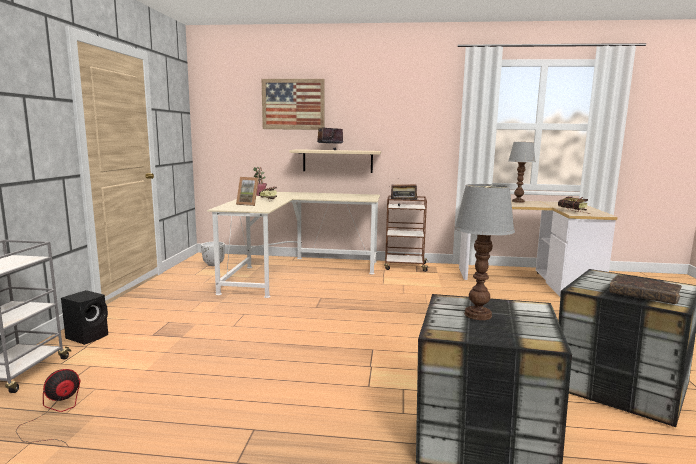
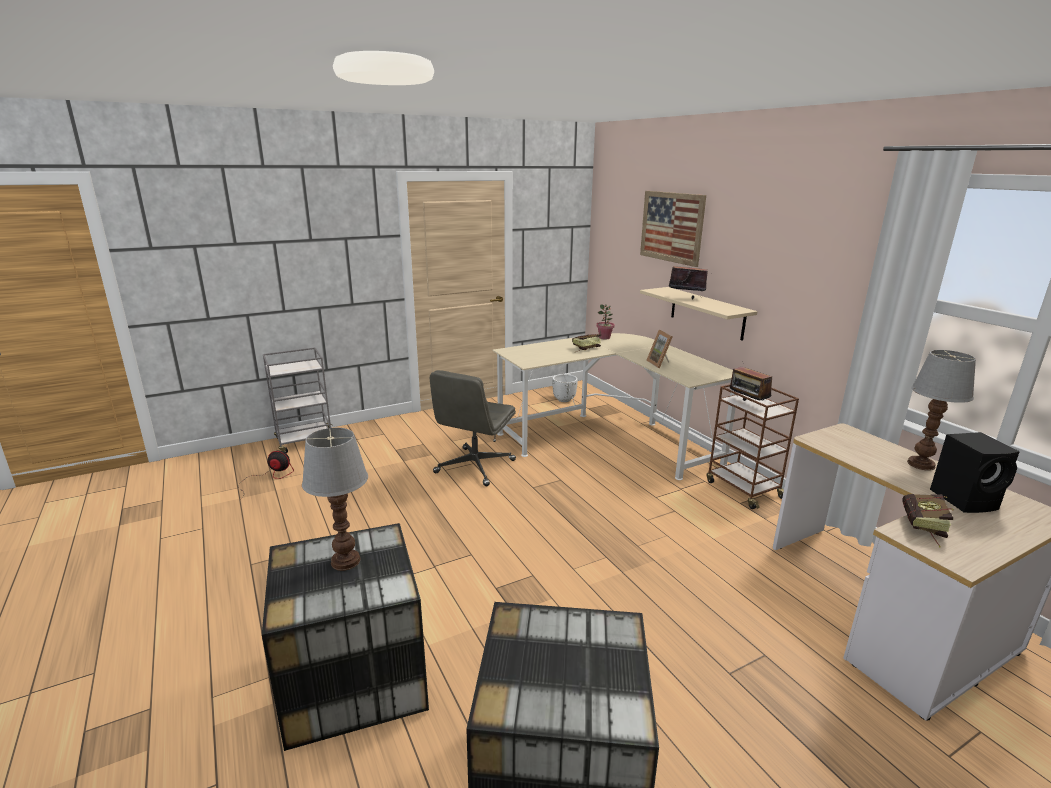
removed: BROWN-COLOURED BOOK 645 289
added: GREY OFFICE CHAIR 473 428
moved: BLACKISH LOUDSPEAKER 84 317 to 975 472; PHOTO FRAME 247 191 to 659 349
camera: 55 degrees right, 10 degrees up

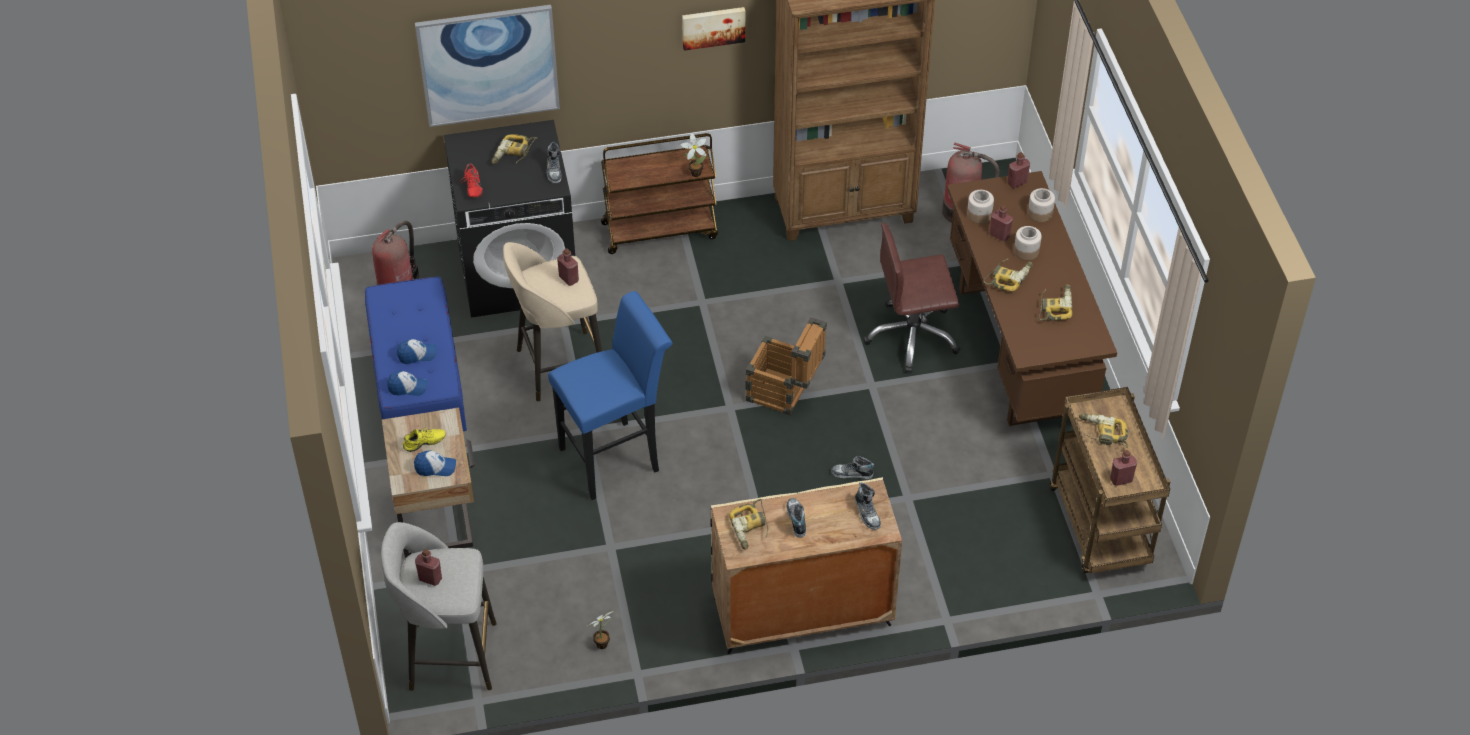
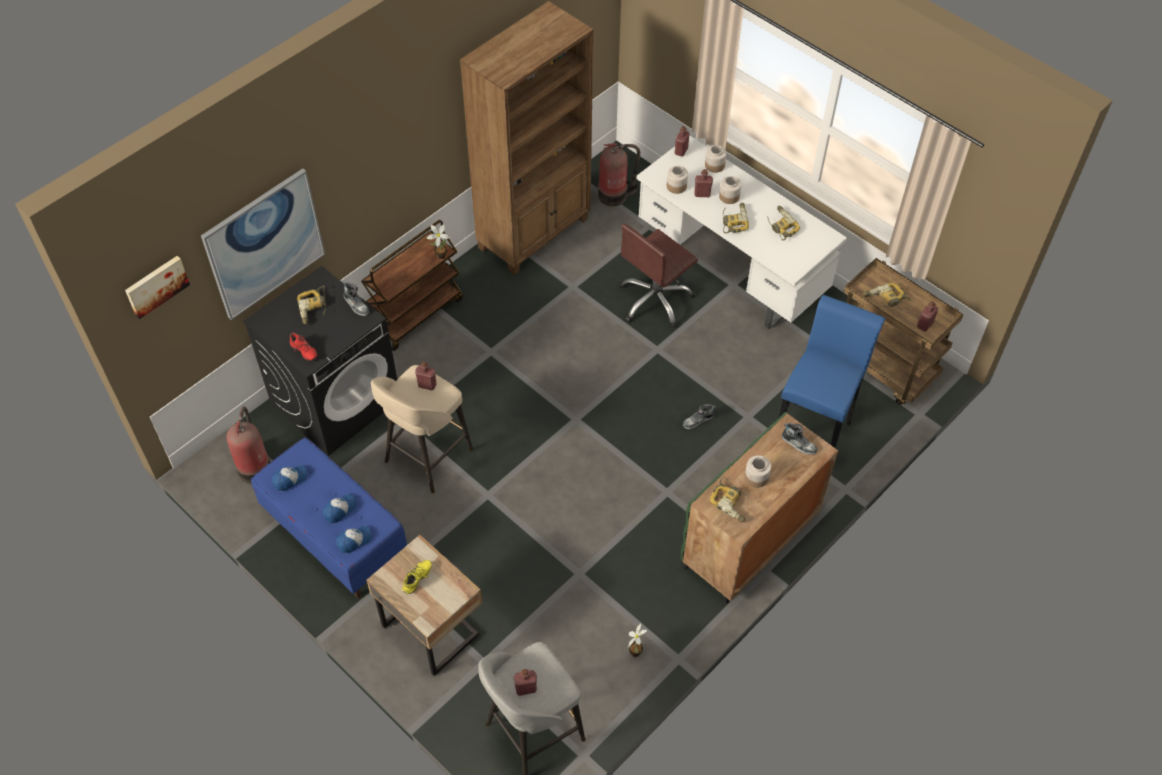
removed: CRATE 786 366
moved: BASEBALL CAP 435 463 to 289 478; BLUE STOOL SEAT 610 395 to 832 372; WALL ART 713 29 to 157 287
replaced: ITEM OF FOOTWEAR 796 518 to JAR 758 471
recoloured: BEIGE CABINET 806 565 to GREEN CABINET 759 508; BROWN-COLOURED DESK 1032 298 to WHITE-COLOURED DESK 742 232
camera: 35 degrees left, 5 degrees up

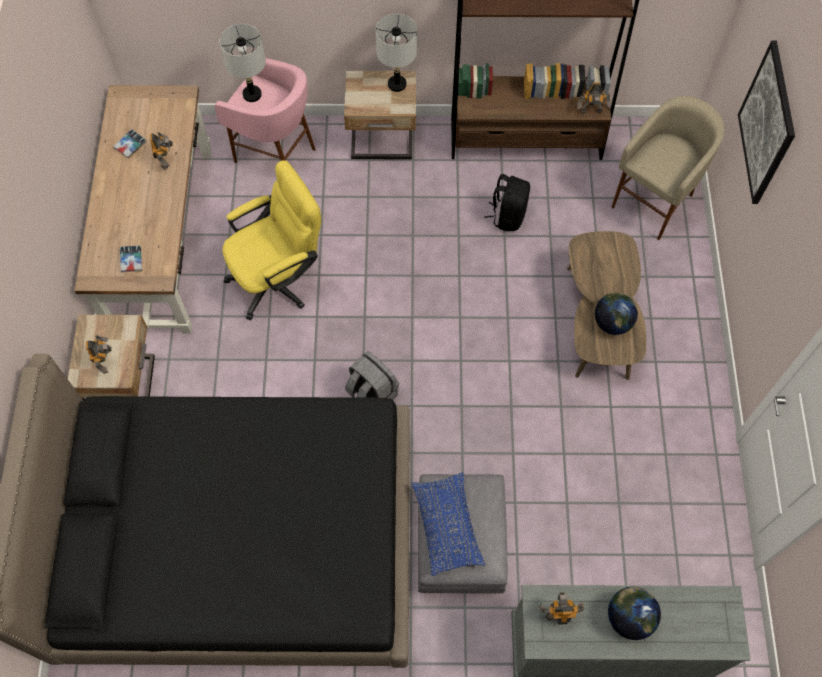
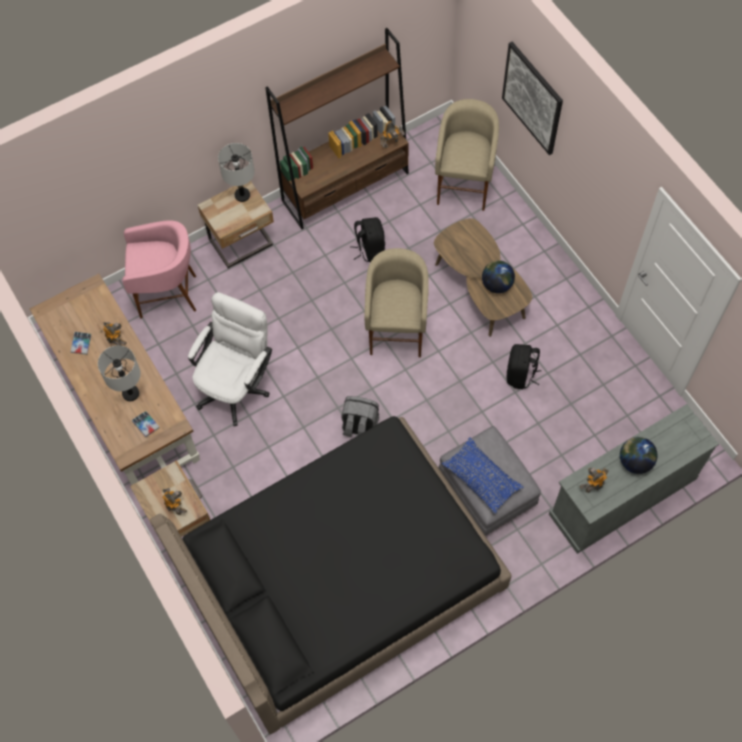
added: BEIGE STOOL SEAT 396 303; BLACKISH KNAPSACK 524 366
moved: GREY TABLE LAMP 242 63 to 119 373
recoloured: YELLOW-COLOURED OFFICE CHAIR 271 240 to WHITE-COLOURED OFFICE CHAIR 230 359
camera: 30 degrees left, 0 degrees up

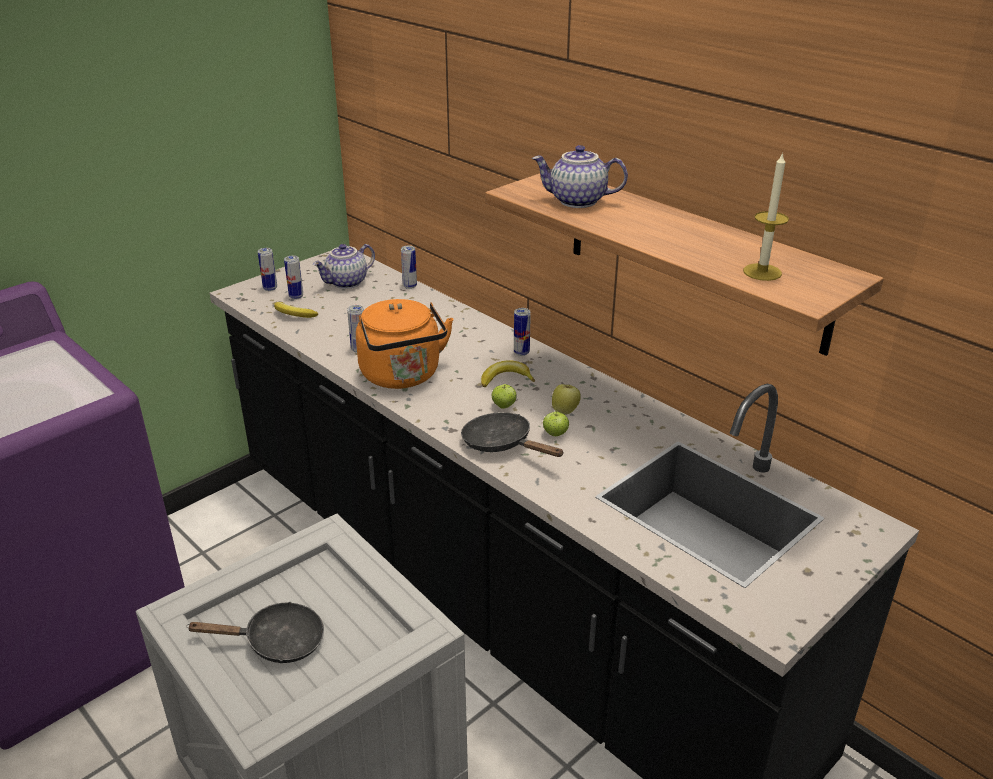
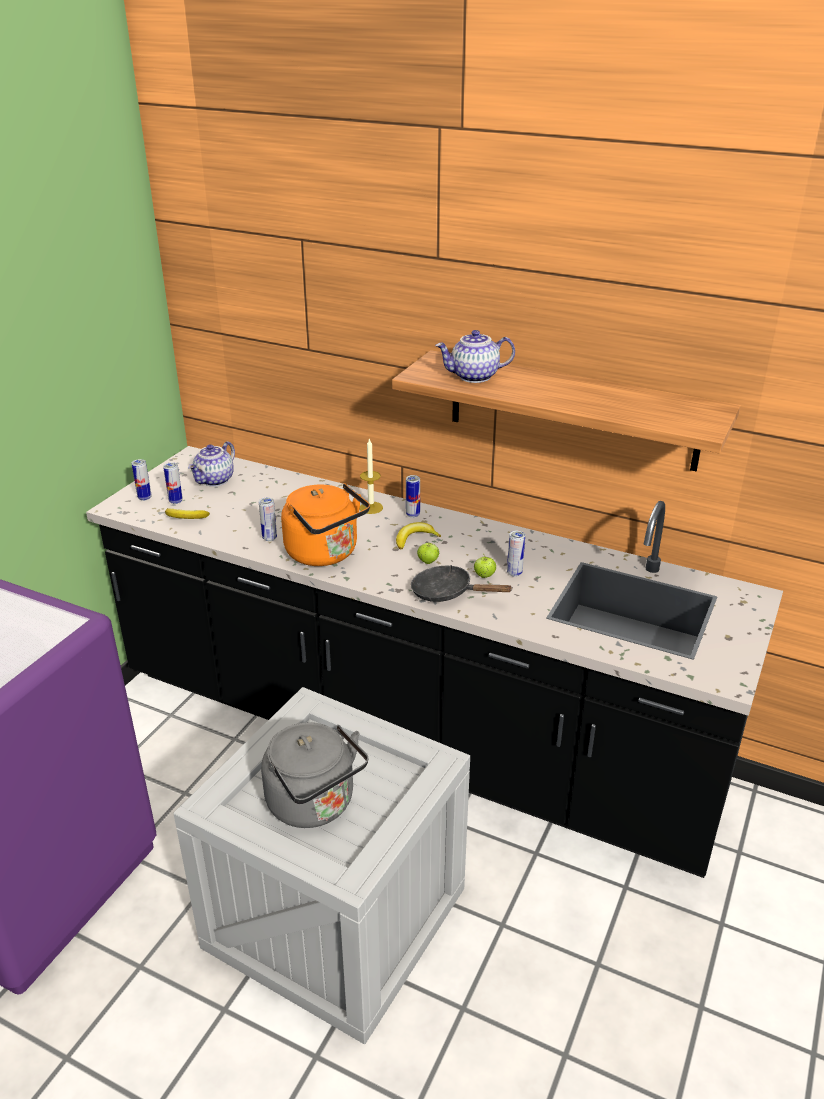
removed: APPLE FRUIT 566 399
moved: SEALED CAN 409 267 to 516 554; WAX CANDLE 766 216 to 371 476
replaced: BLACKISH PAN 255 632 to GREY TEA KETTLE 314 775
camera: 20 degrees left, 0 degrees up

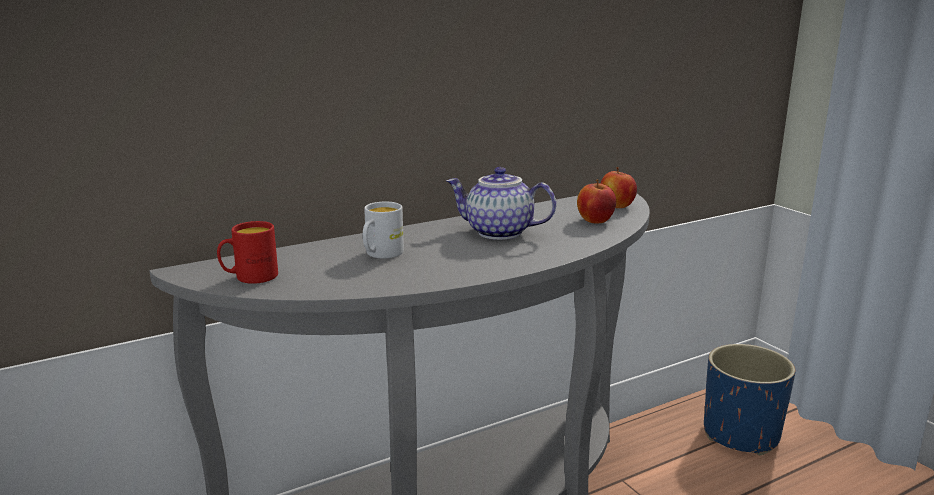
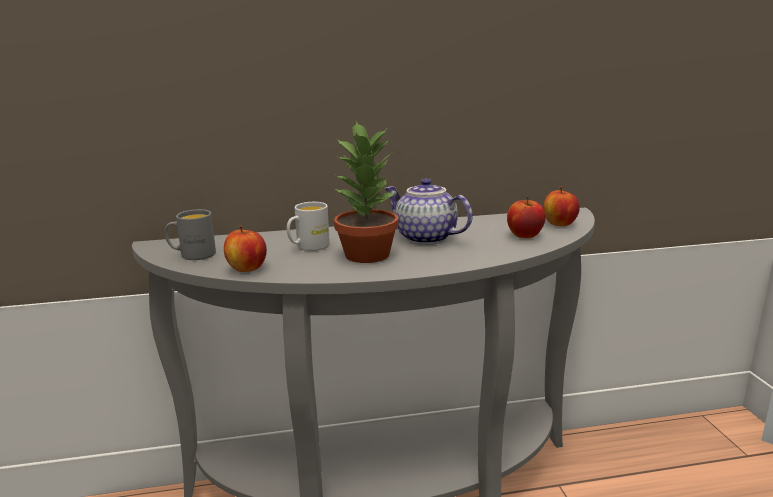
removed: BLUE FLOWER POT 750 399
added: APPLE FRUIT 245 248; PLANT IN A POT 366 192
recoloured: REDDISH COFFEE MUG 247 252 to GREY COFFEE MUG 190 234
camera: 20 degrees right, 0 degrees up

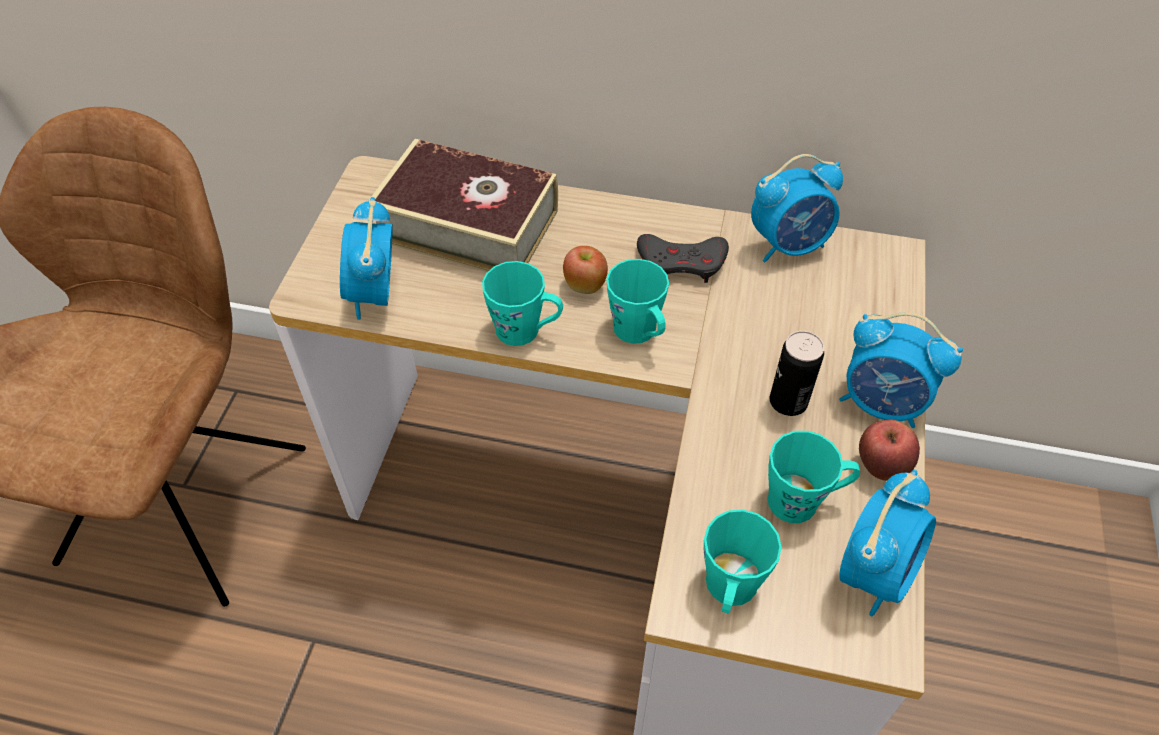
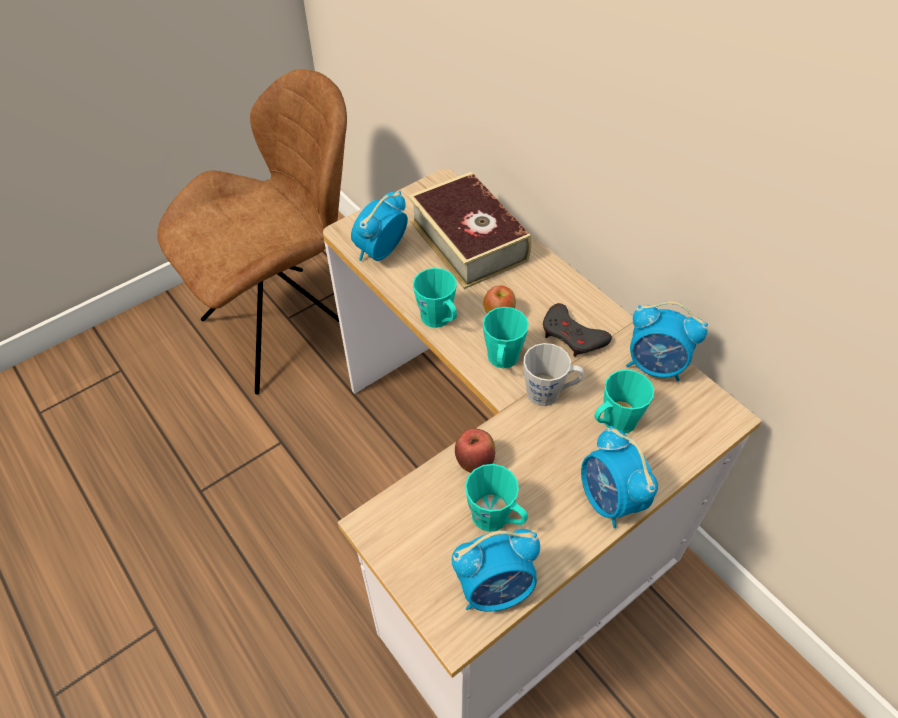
removed: SEALED CAN 797 373
added: GREY COFFEE MUG 553 374
moved: BLUE-GREEN COFFEE MUG 743 561 to 624 401; APPLE FRUIT 889 450 to 475 450
camera: 40 degrees right, 0 degrees up

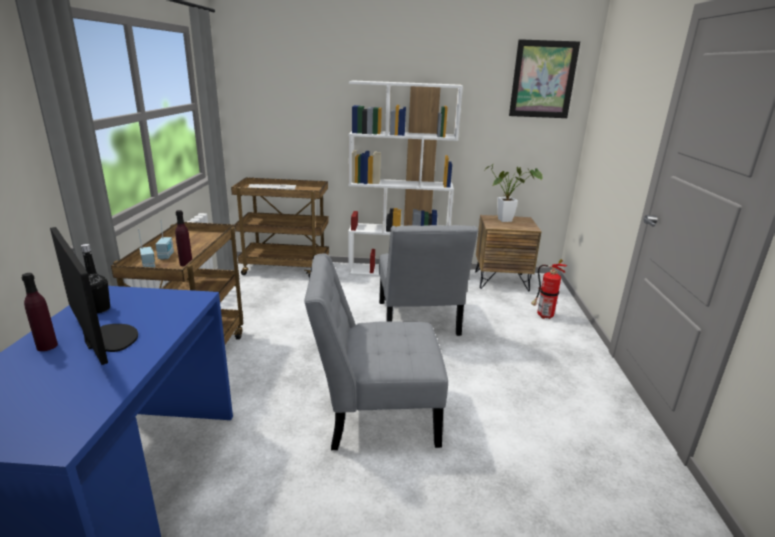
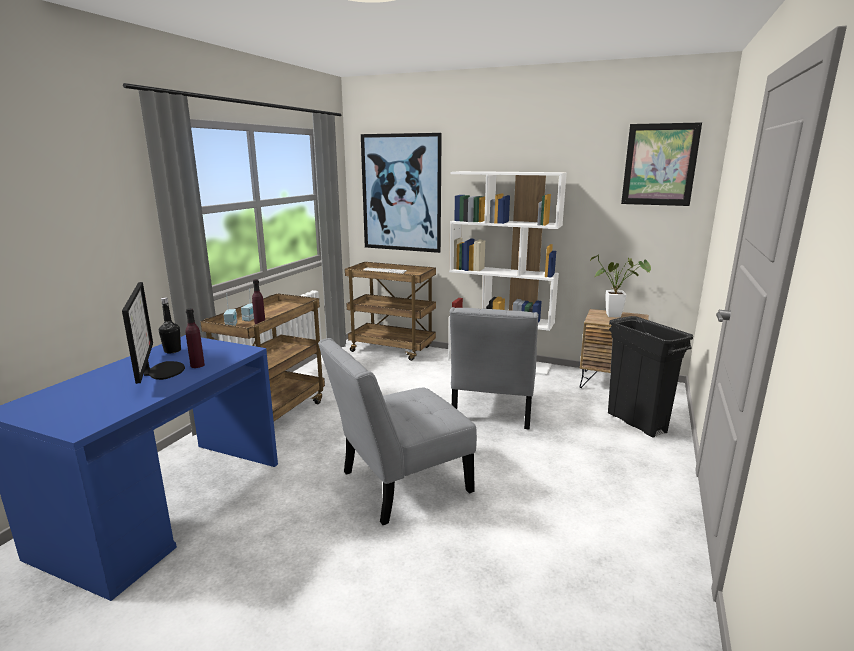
added: WALL ART 401 193
moved: PURPLE BEVERAGE BOTTLE 40 312 to 195 338
replaced: FIRE-FIGHTING CYLINDER 549 289 to BLACKISH WASTE BIN 650 377
turned: GREY CHAIR 376 352 = 397 431 45 degrees counterclockwise
camera: 20 degrees right, 5 degrees down

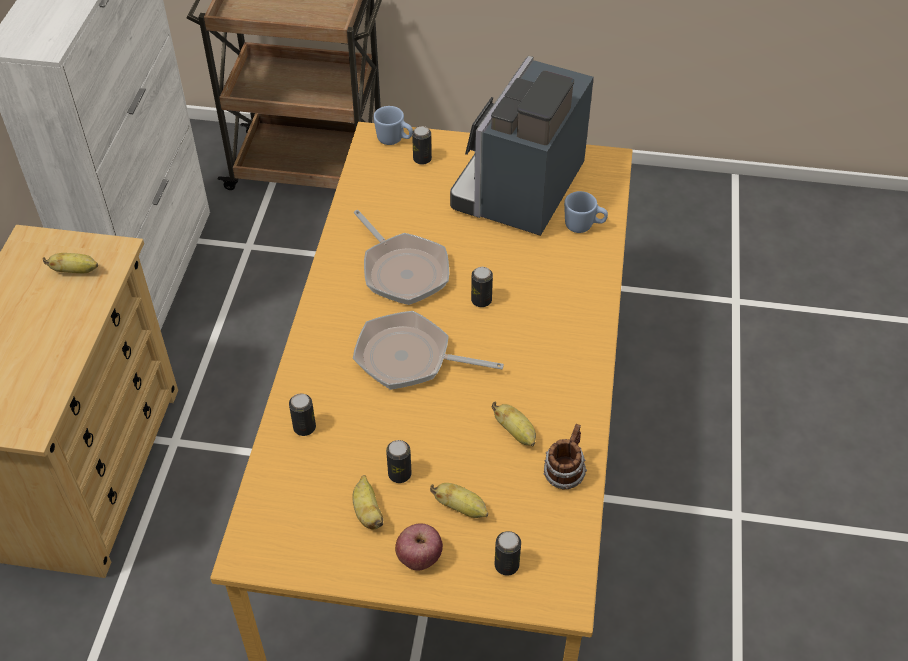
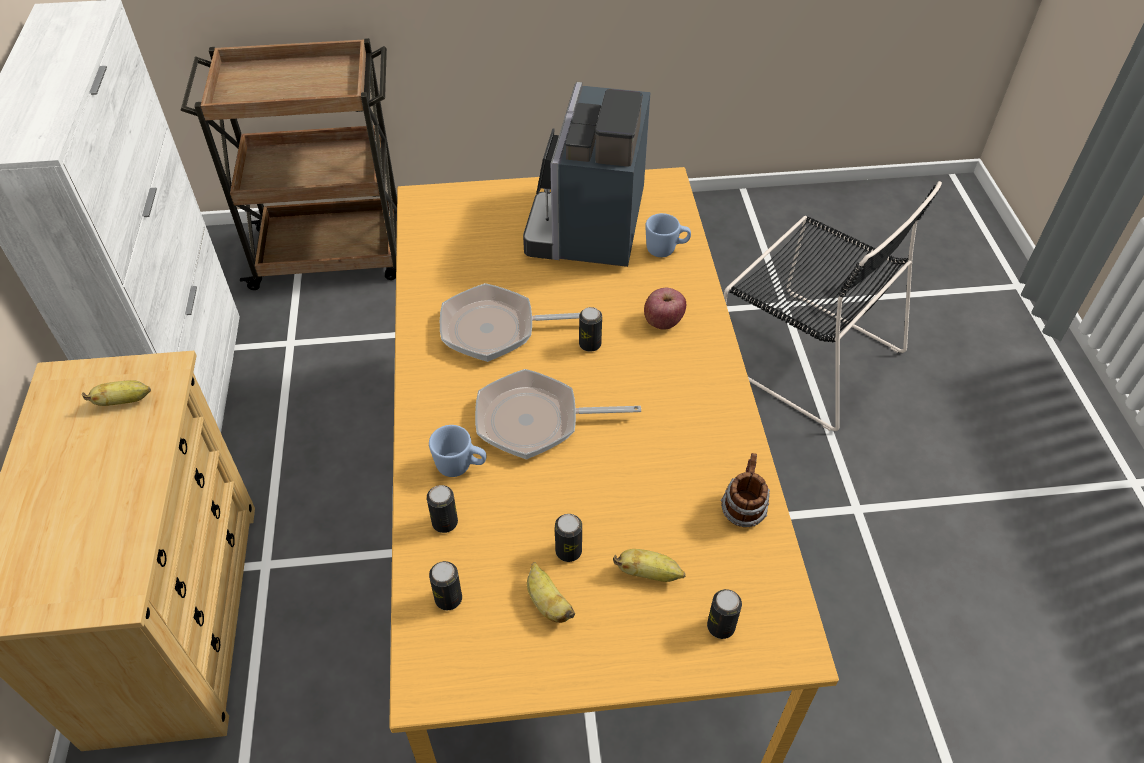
removed: BANANA 514 424
added: BLACKISH CHAIR 833 306
moved: BLUE COFFEE MUG 393 125 to 457 451; APPLE FRUIT 419 547 to 665 308; SEALED CAN 422 145 to 445 585
turned: PAN 401 257 = 510 322 135 degrees clockwise
camera: 15 degrees left, 0 degrees up

